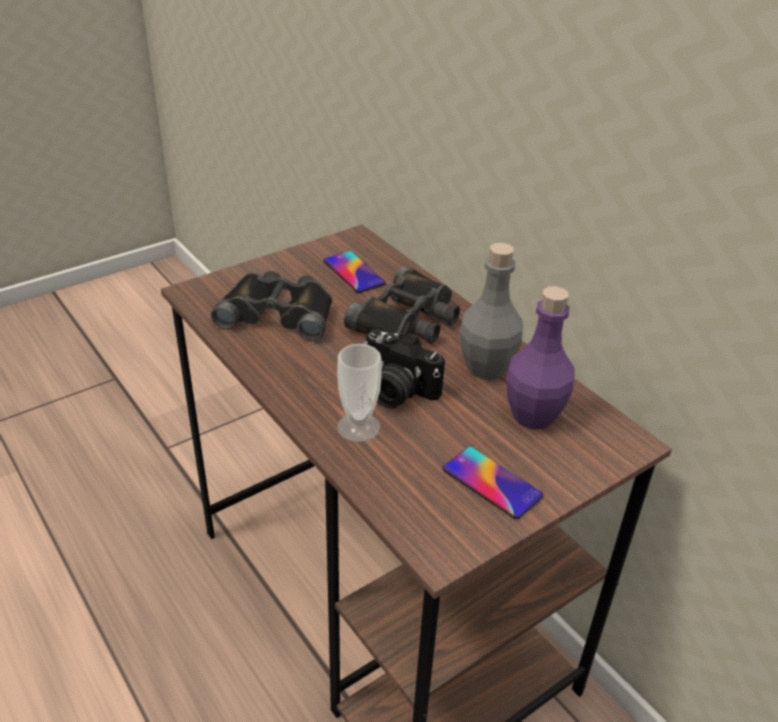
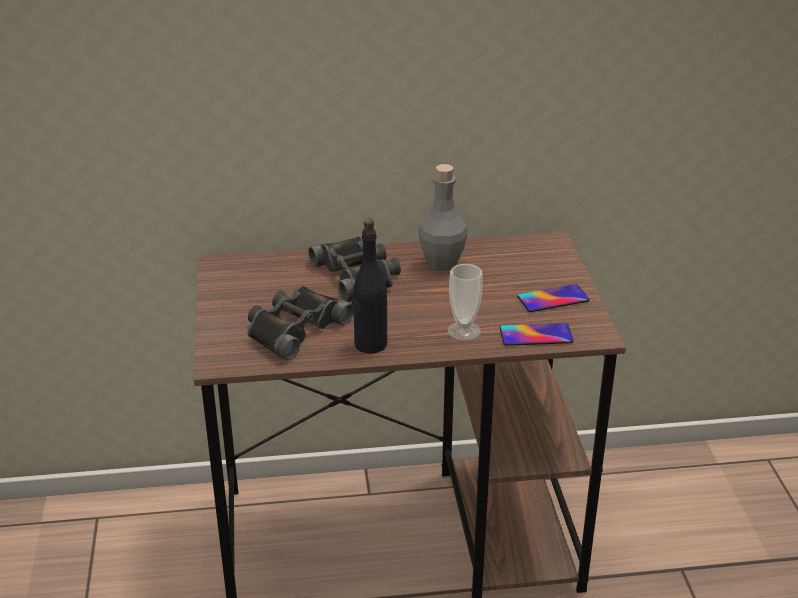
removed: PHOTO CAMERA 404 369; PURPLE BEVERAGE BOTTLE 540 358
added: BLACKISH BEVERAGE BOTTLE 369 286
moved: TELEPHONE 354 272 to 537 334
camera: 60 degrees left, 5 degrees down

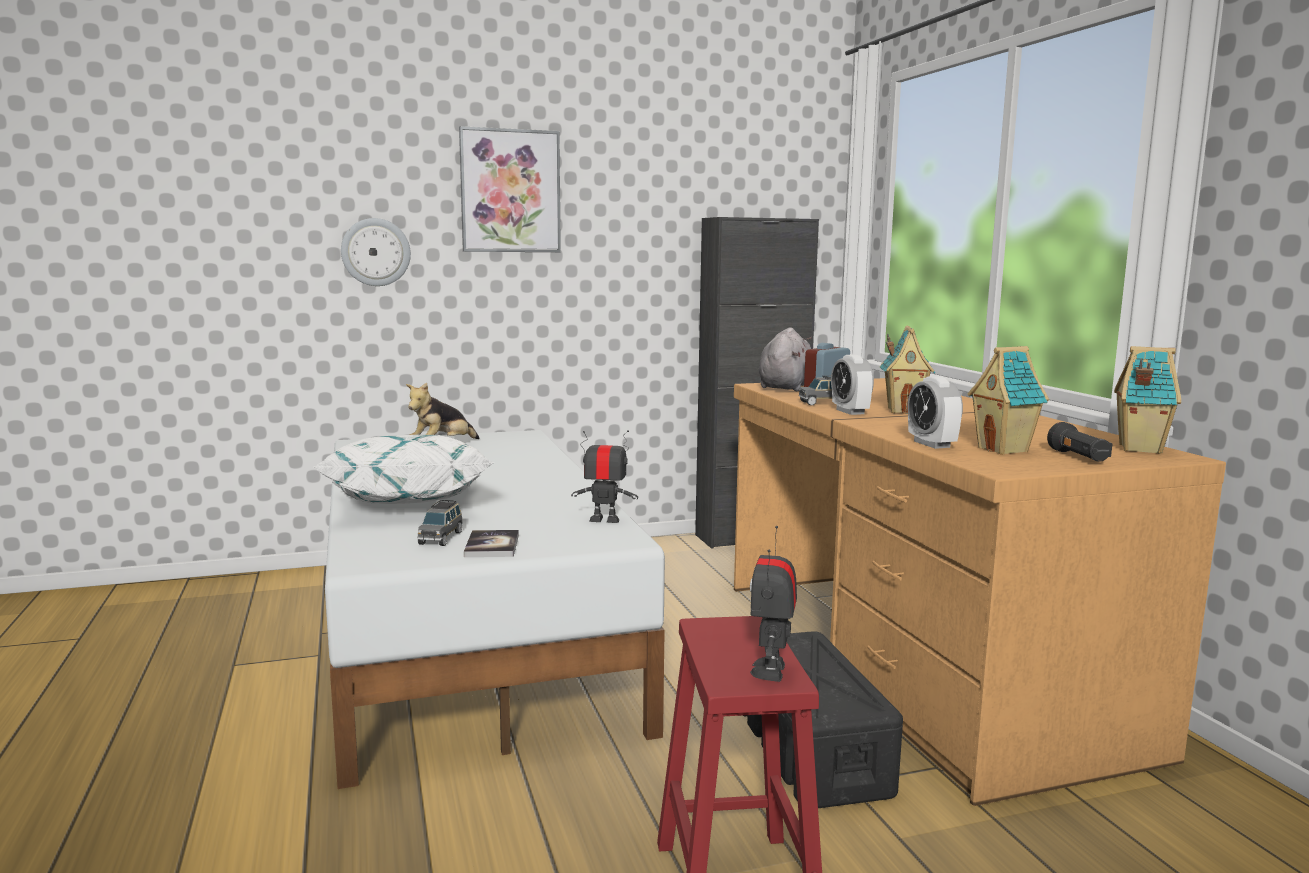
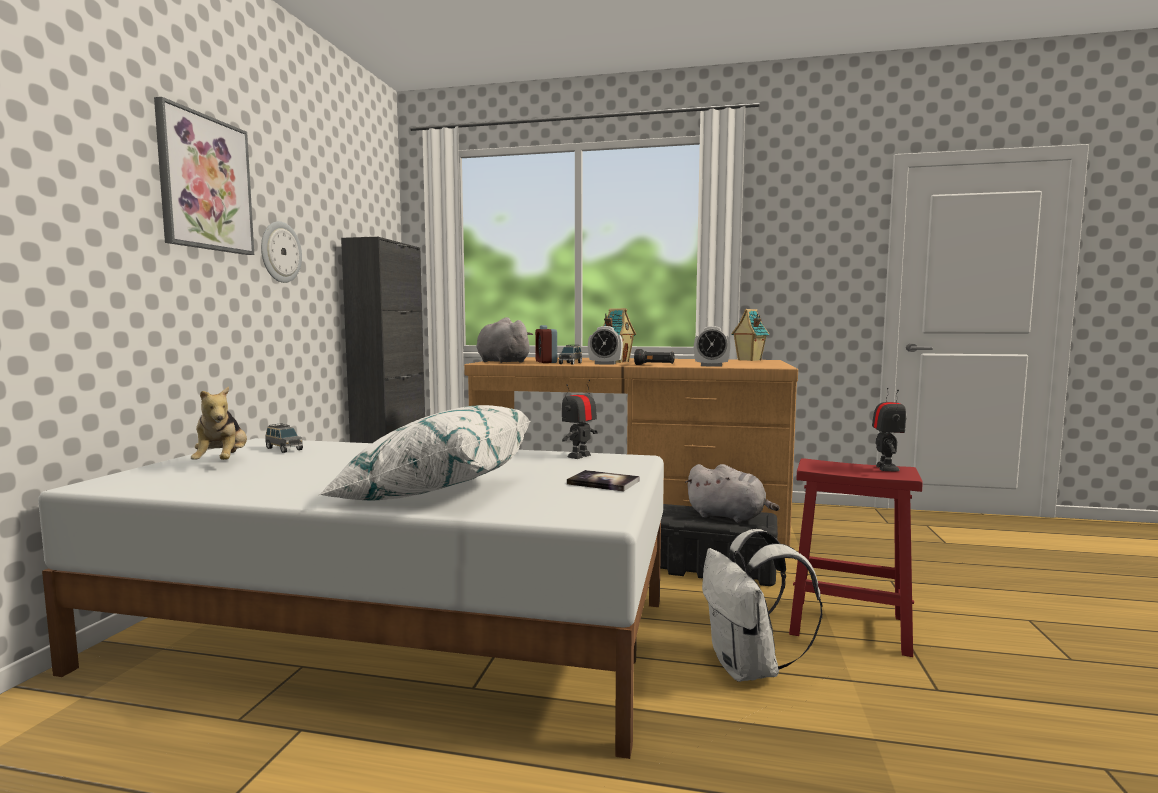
removed: MODEL HOUSE 1008 400
added: GREY SOFT TOY 732 493; WHITE-COLOURED KNAPSACK 762 605
moved: HANGING CLOCK 376 252 to 281 252; GREY MINIATURE CAR 440 523 to 284 438; BLACKISH FLASHLIGHT 1080 442 to 654 357
turned: TOY ROBOT 773 604 = 889 429 120 degrees counterclockwise
camera: 60 degrees left, 5 degrees down

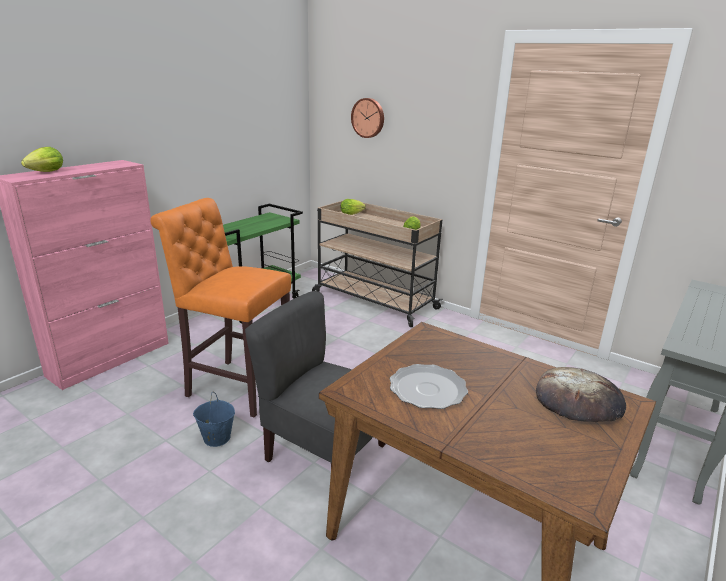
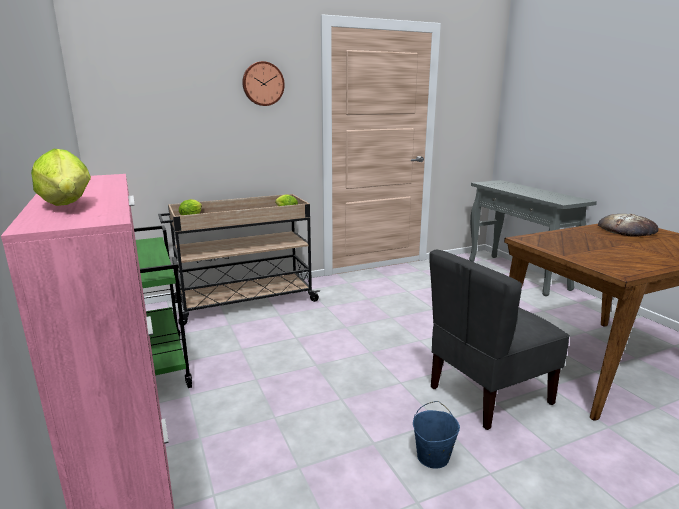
removed: ORANGE-COLOURED STOOL SEAT 220 308; PLATE 429 386
moved: HANGING CLOCK 367 118 to 263 83
camera: 60 degrees left, 5 degrees down

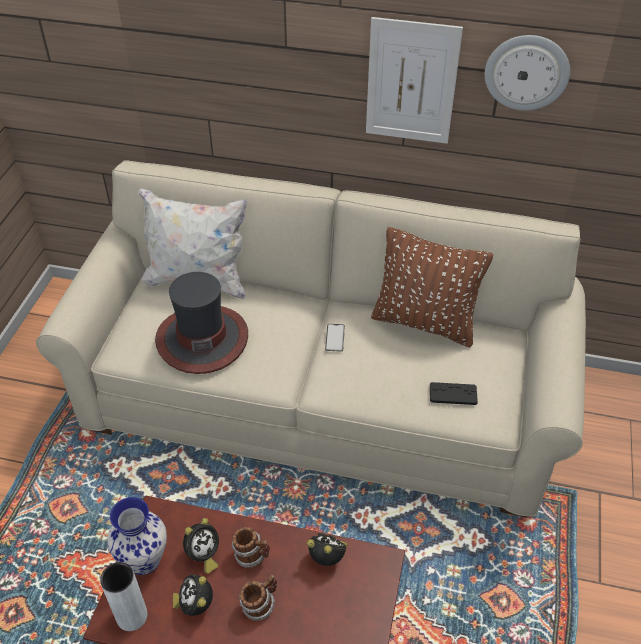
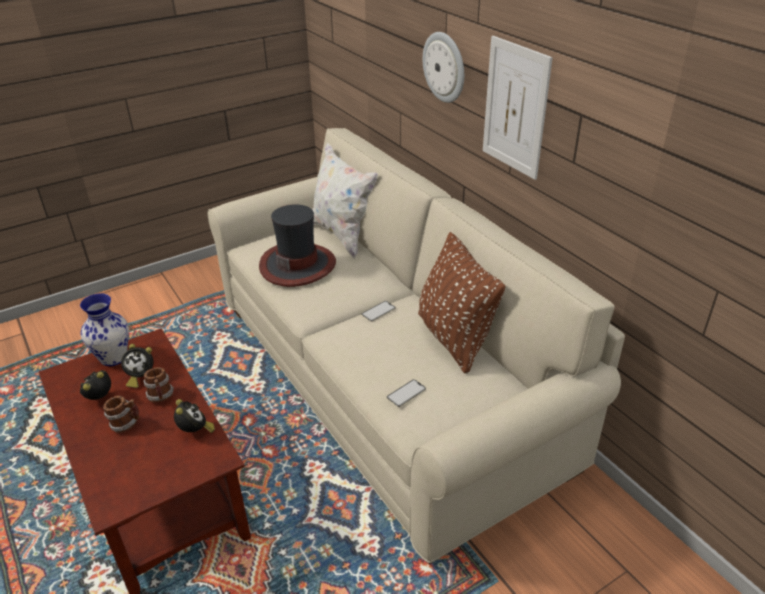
removed: GREY FLOWER VASE 124 596
moved: HANGING CLOCK 527 73 to 443 67
replaced: BLACKISH JOYPAD 454 393 to TELEPHONE 406 393
camera: 45 degrees right, 10 degrees down

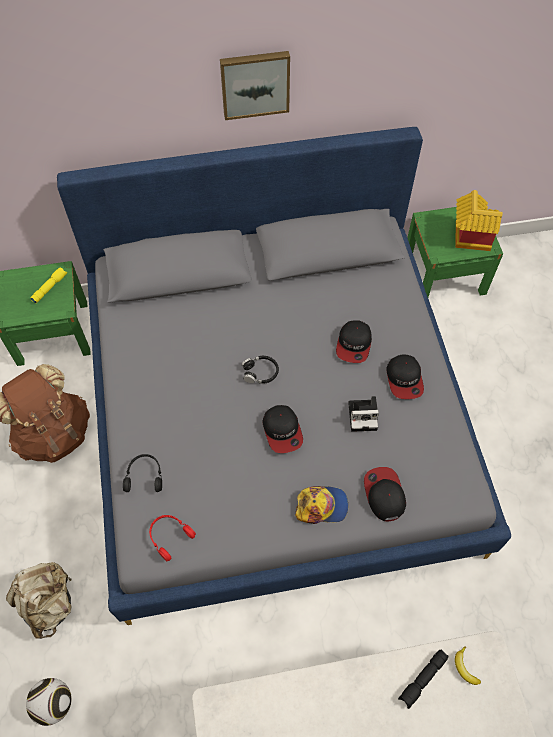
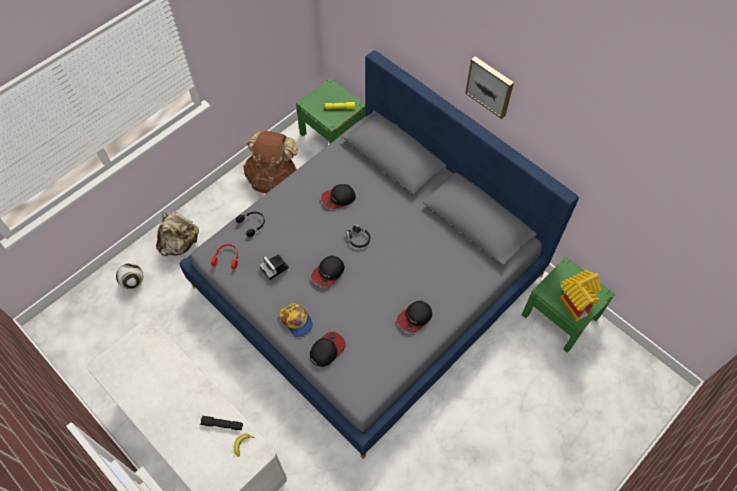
moved: BASEBALL CAP 354 341 to 338 196; PHOTO CAMERA 363 414 to 274 267
camera: 55 degrees right, 0 degrees up

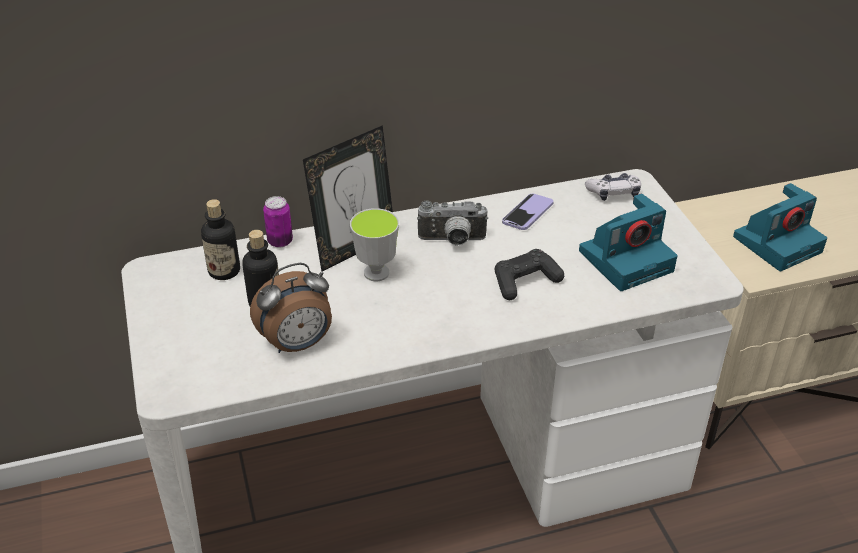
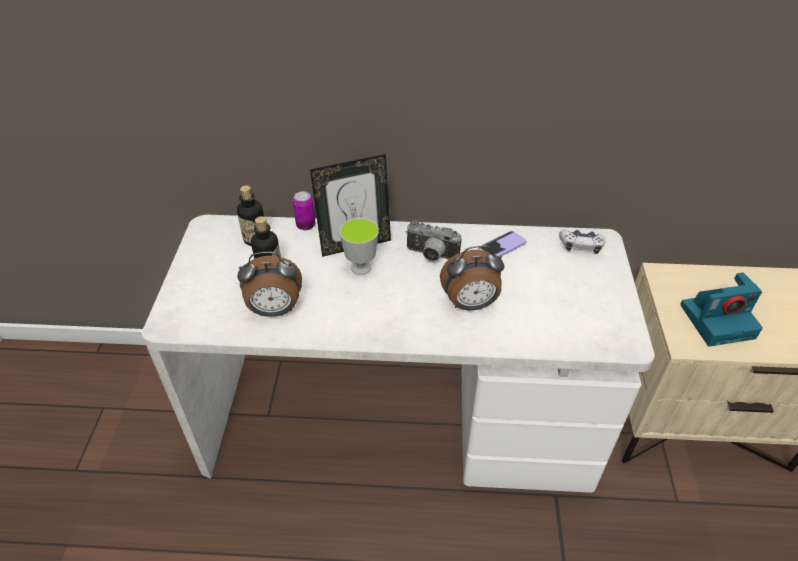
removed: PHOTO CAMERA 628 242
replaced: BLACKISH JOYPAD 529 274 to BEDSIDE CLOCK 472 277
camera: 20 degrees right, 5 degrees up

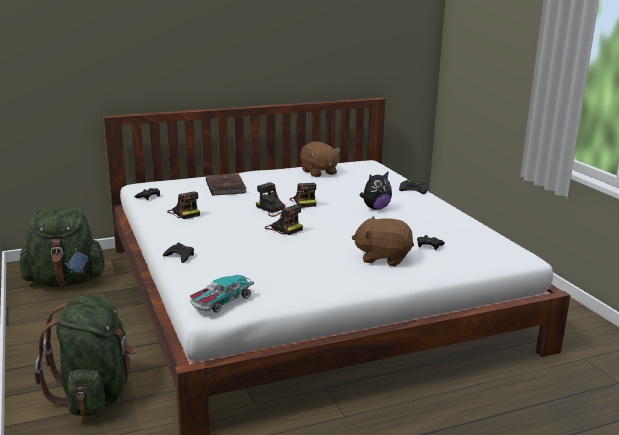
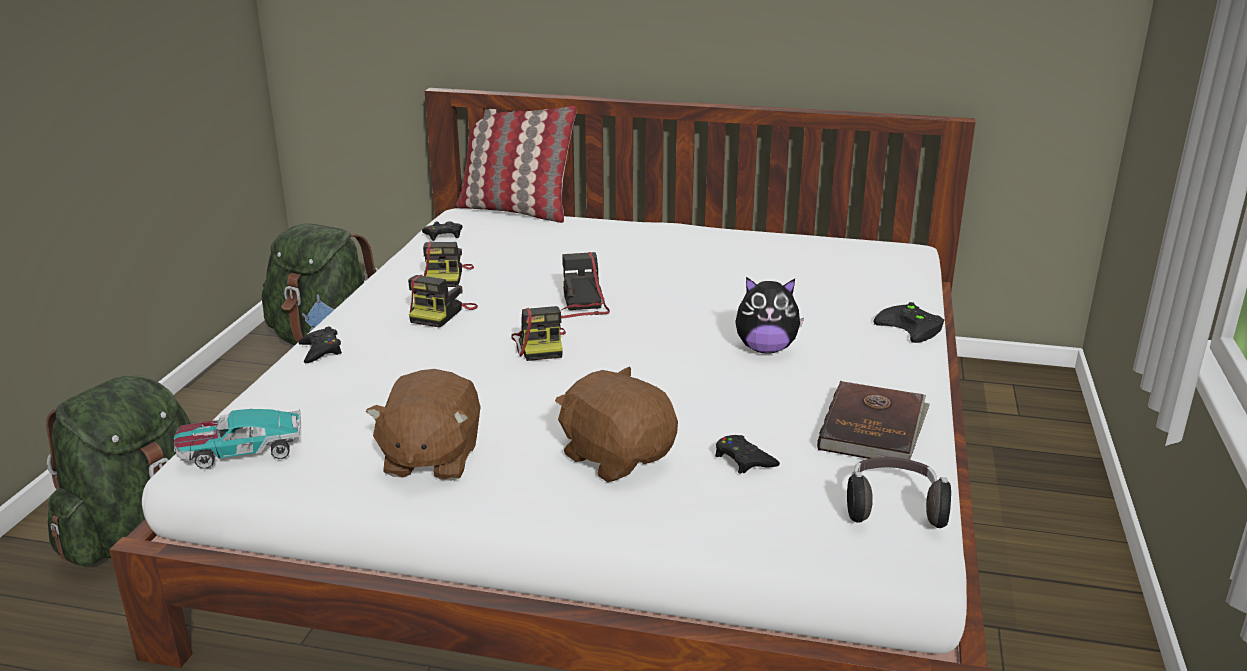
added: THROW PILLOW 516 164; HEADSET 899 492
moved: BROWN-COLOURED BOOK 226 185 to 873 420; PHOTO CAMERA 303 195 to 443 301; BROWN-COLOURED SOFT TOY 320 159 to 423 425
camera: 35 degrees right, 5 degrees up

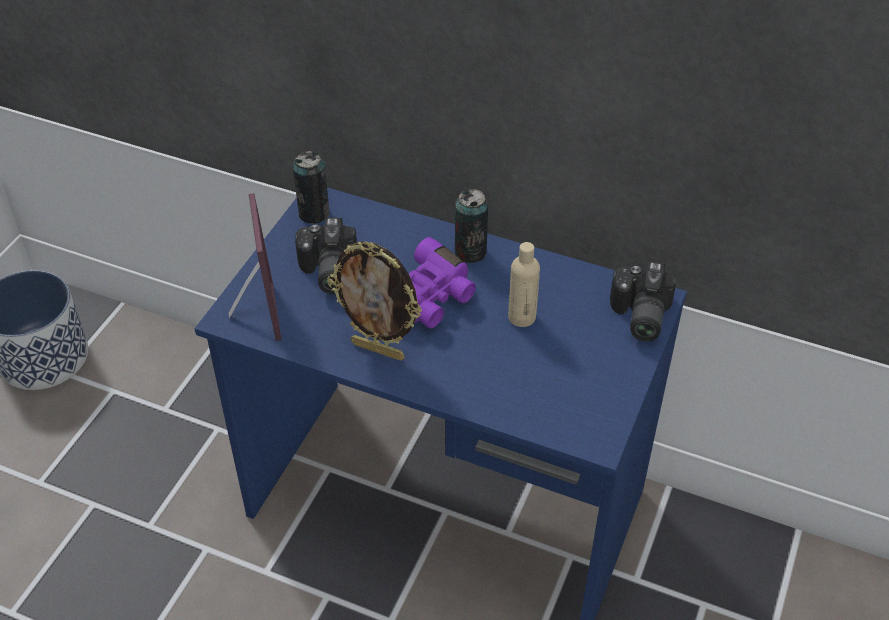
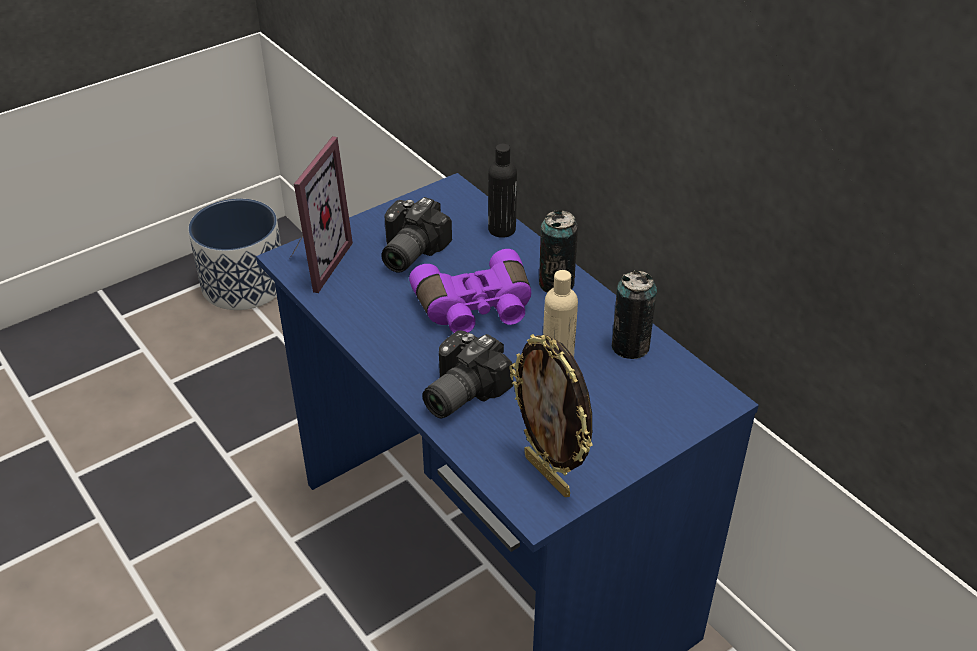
added: BLACKISH BEVERAGE BOTTLE 502 191
moved: SEALED CAN 311 187 to 634 314; PHOTO FRAME 374 301 to 550 415; PHOTO CAMERA 643 301 to 468 374
camera: 30 degrees right, 5 degrees down

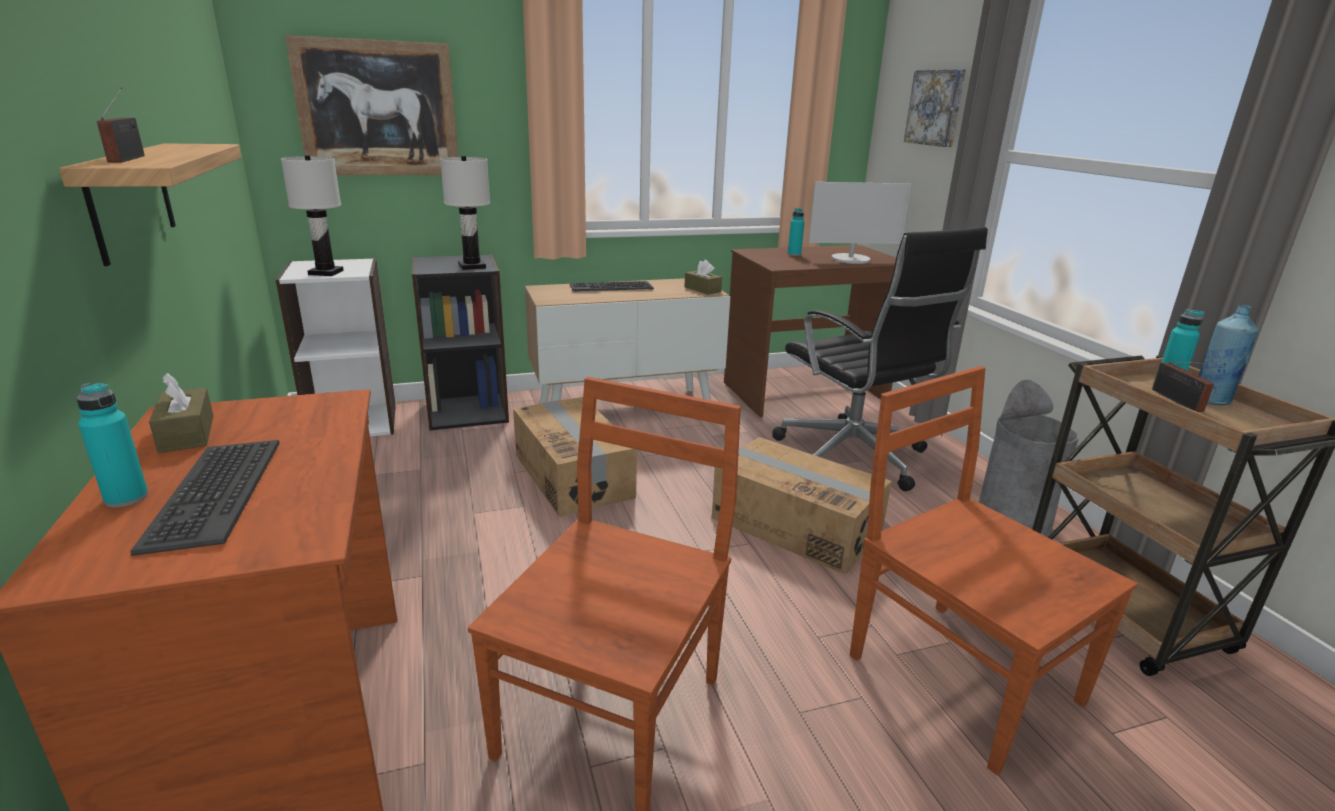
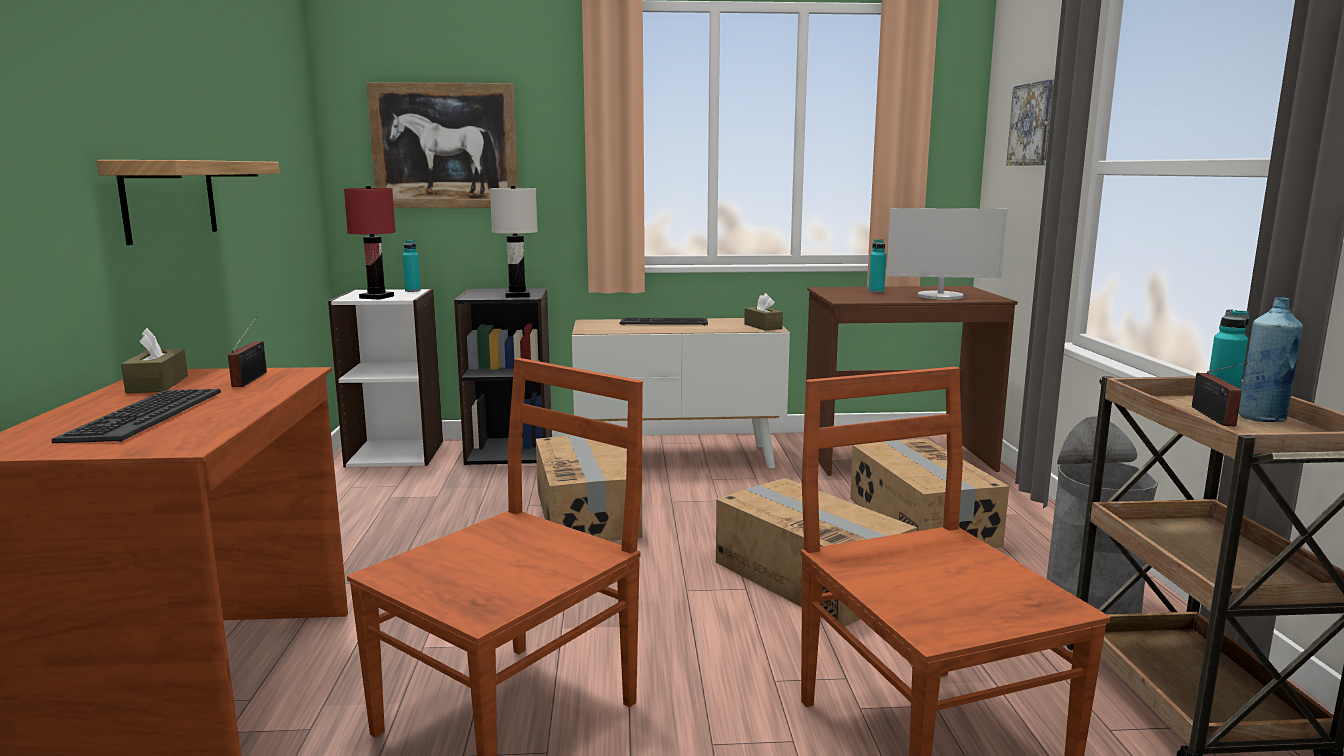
moved: BLUE-GREEN BEVERAGE BOTTLE 112 445 to 412 266; RADIO 121 125 to 247 351
replaced: BLACKISH OFFICE CHAIR 880 359 to CARTON 929 493
recoloured: WHITE-COLOURED TABLE LAMP 312 215 to REDDISH TABLE LAMP 370 243
camera: 15 degrees right, 10 degrees down

